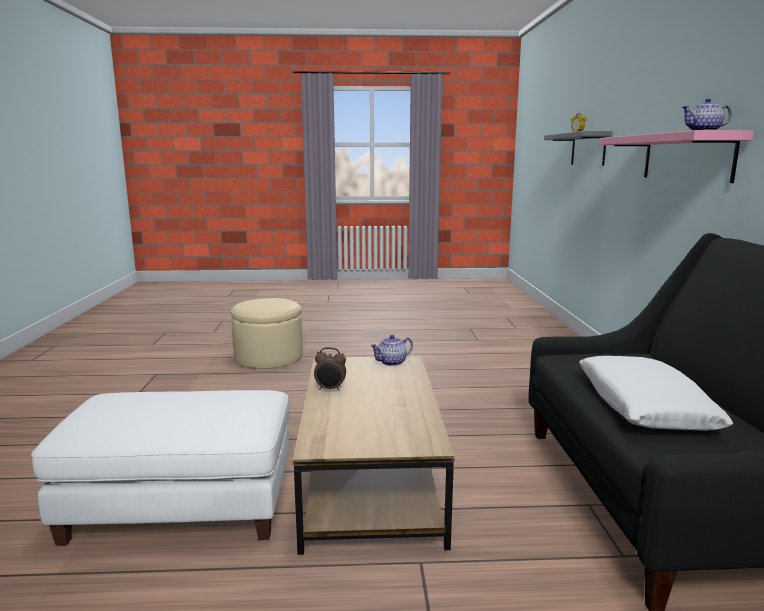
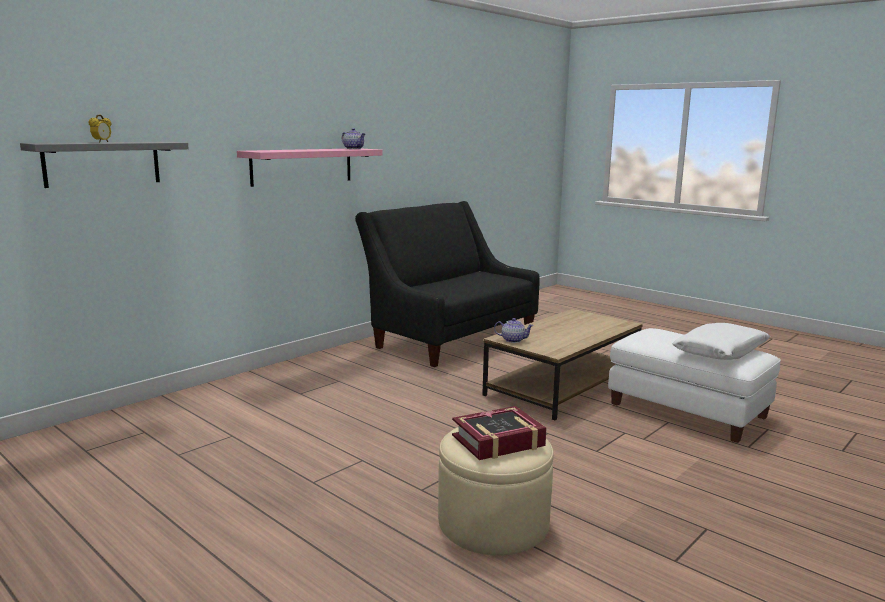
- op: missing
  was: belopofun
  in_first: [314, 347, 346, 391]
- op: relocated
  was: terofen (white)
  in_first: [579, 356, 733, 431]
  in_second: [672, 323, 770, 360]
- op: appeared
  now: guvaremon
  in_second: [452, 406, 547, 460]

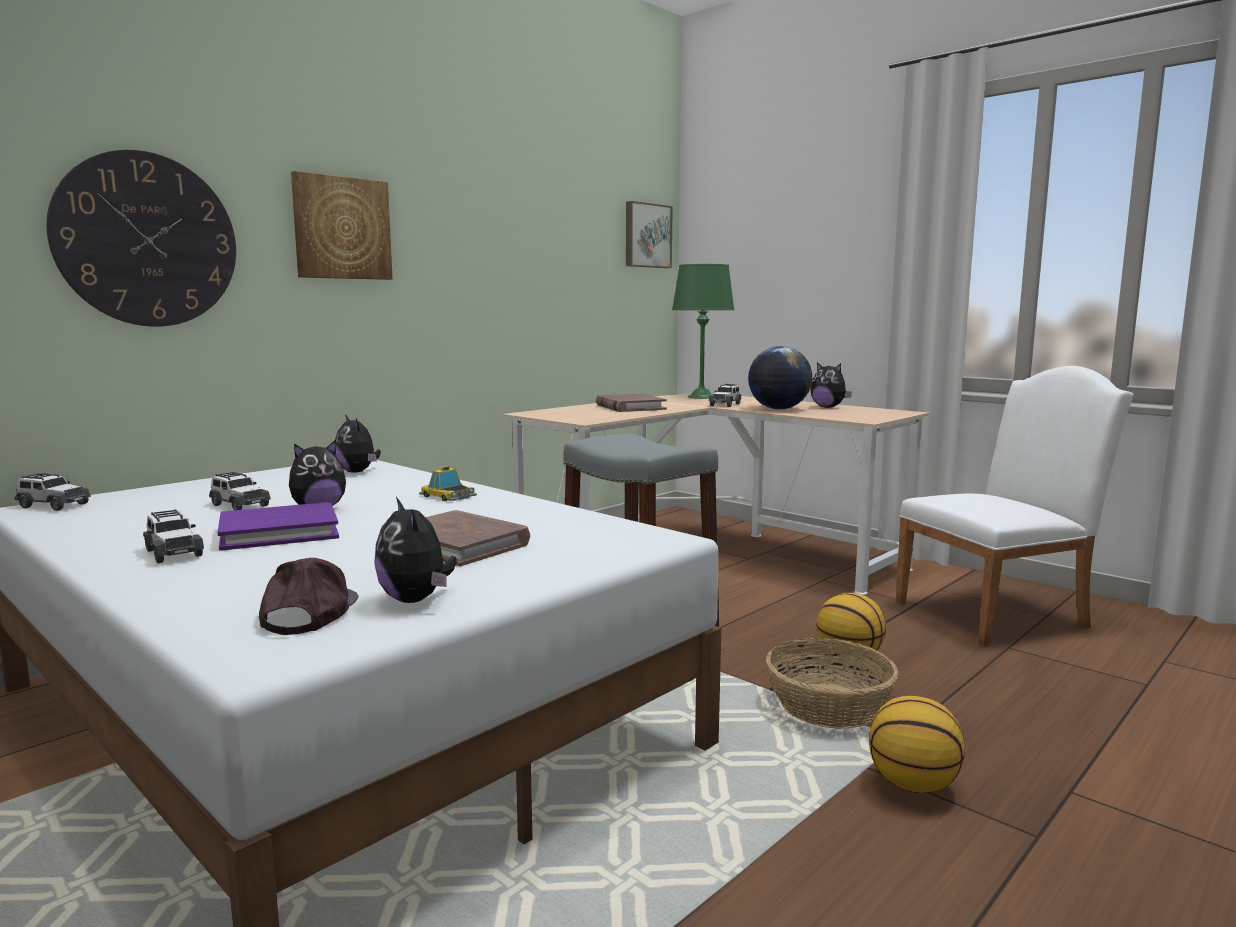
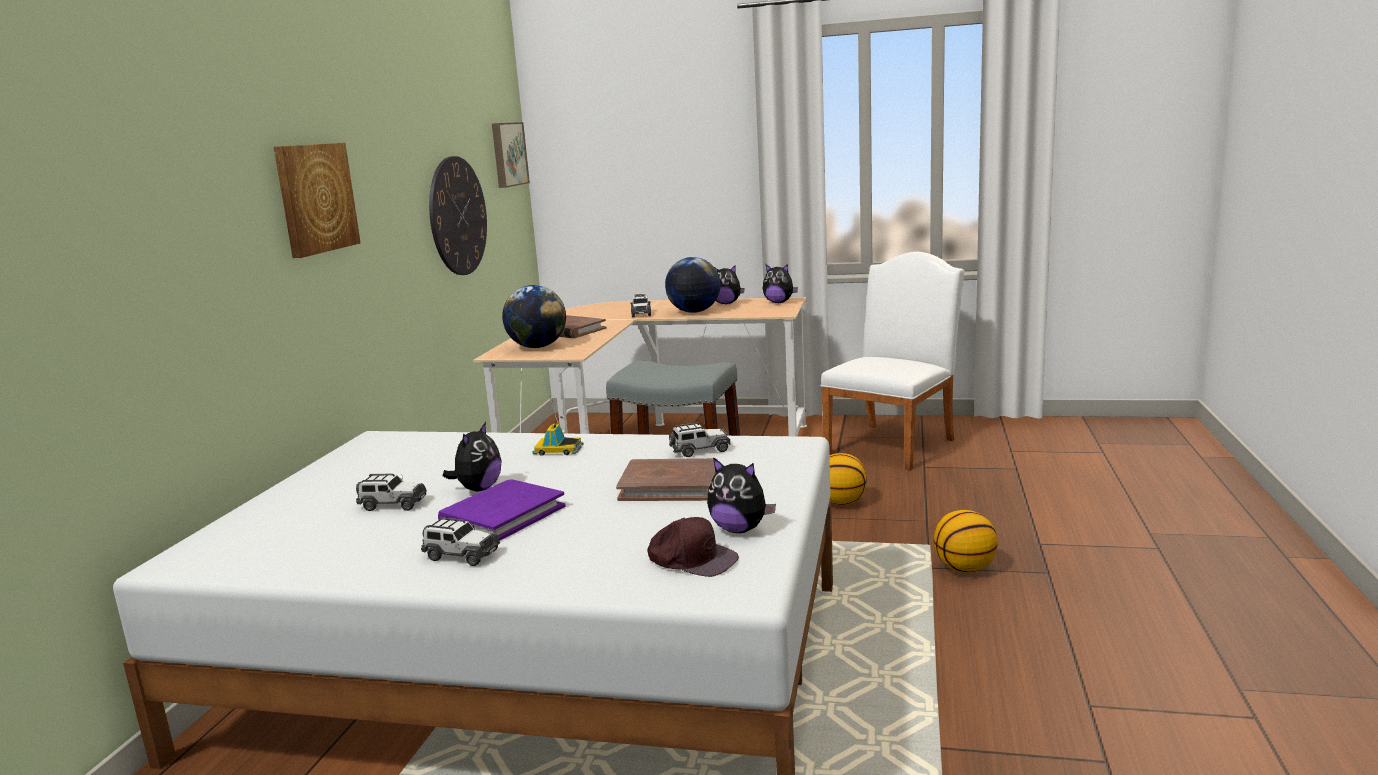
- op: relocated
  was: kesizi
  in_first: [15, 473, 91, 511]
  in_second: [669, 422, 731, 457]
- op: relocated
  was: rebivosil
  in_first: [46, 150, 236, 327]
  in_second: [429, 156, 487, 275]
- op: spun
  was: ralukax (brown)
  in_first: [259, 558, 358, 635]
  in_second: [647, 517, 739, 577]
  clockwise: 150
- op: relocated
  was: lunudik
  in_first: [335, 415, 381, 473]
  in_second: [763, 264, 798, 303]
- op: missing
  was: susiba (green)
  in_first: [672, 264, 734, 399]
- op: missing
  was: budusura
  in_first: [766, 638, 898, 729]
- op: appeared
  now: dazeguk
  in_second: [502, 285, 566, 348]

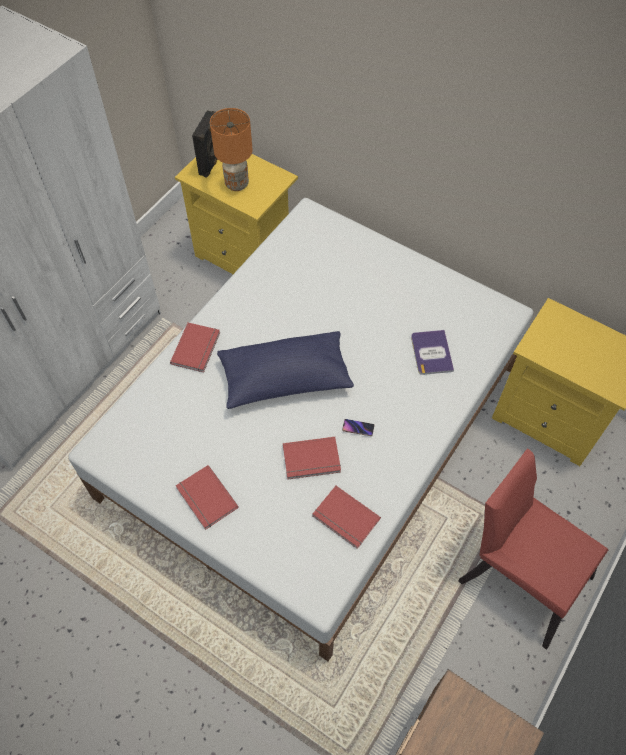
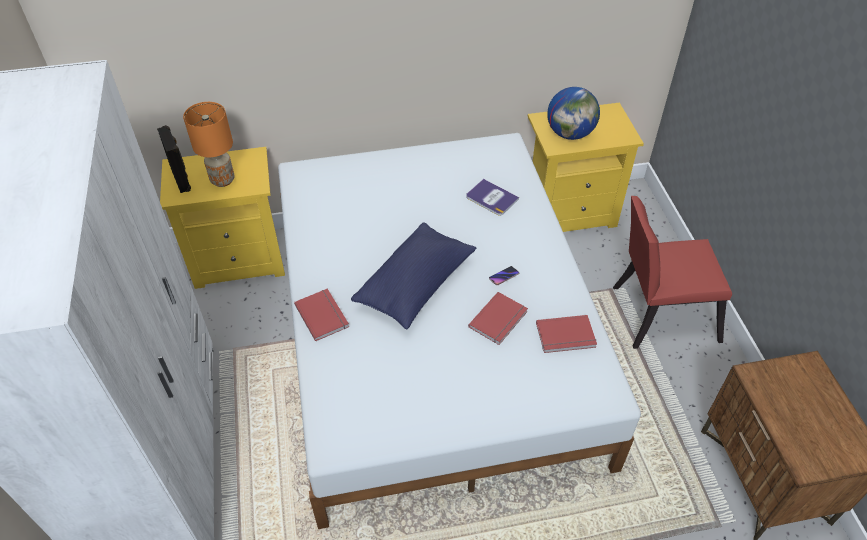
- op: missing
  was: guvaremon (red)
  in_first: [176, 465, 239, 530]
- op: appeared
  now: dazeguk
  in_second: [547, 87, 600, 140]

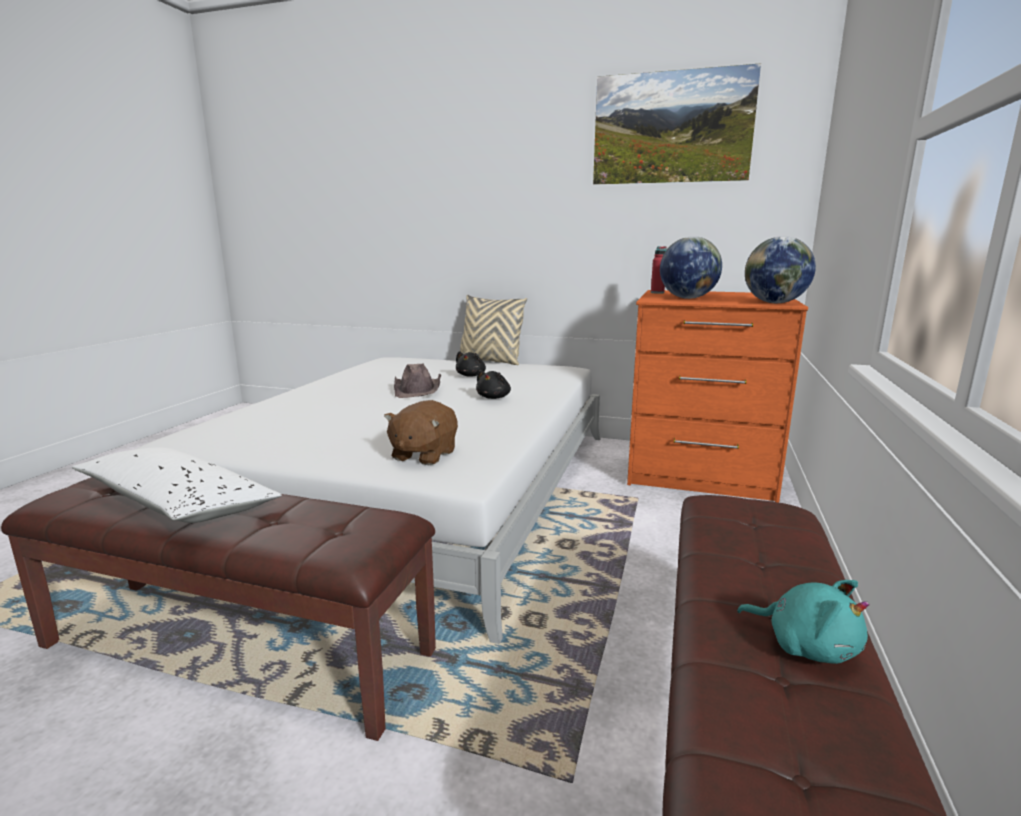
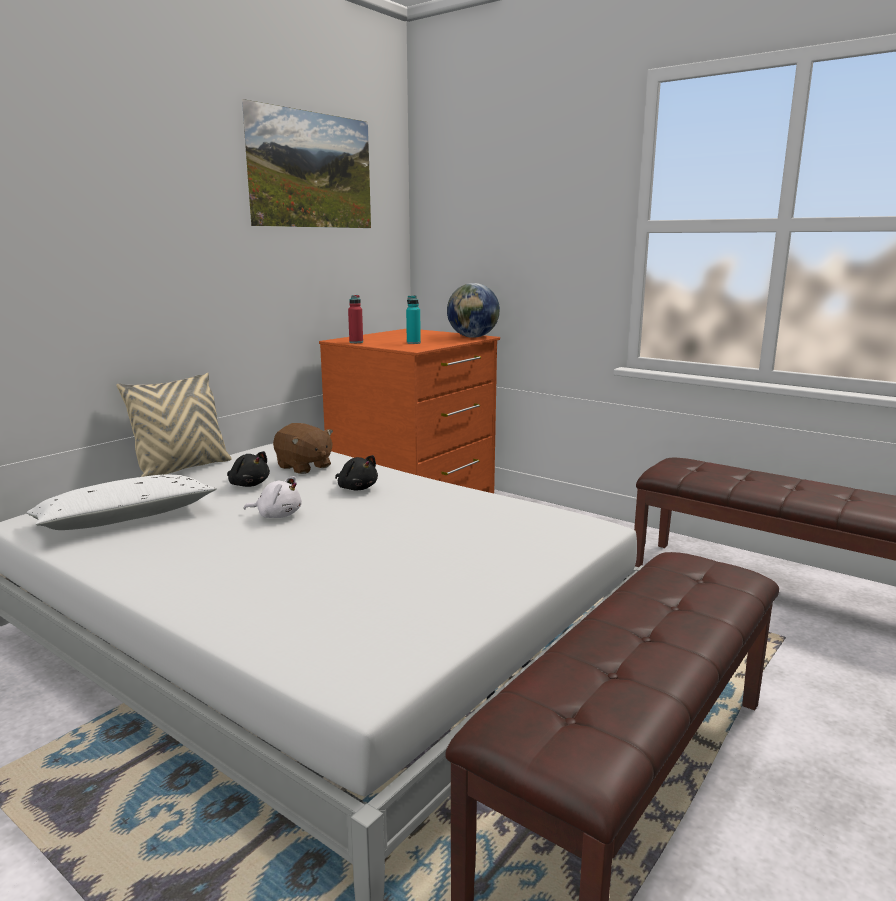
- op: relocated
  was: terofen (white)
  in_first: [72, 447, 282, 523]
  in_second: [26, 475, 216, 530]
- op: relocated
  was: lunudik (brown)
  in_first: [384, 400, 458, 465]
  in_second: [273, 423, 333, 474]
- op: exchanged
  was: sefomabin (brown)
  now: lunudik (white)
  in_first: [394, 363, 441, 398]
  in_second: [244, 476, 302, 518]
- op: exchanged
  was: dazeguk
  now: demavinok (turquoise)
  in_first: [660, 236, 722, 299]
  in_second: [406, 296, 421, 344]
- op: missing
  was: lunudik (turquoise)
  in_first: [737, 580, 870, 664]

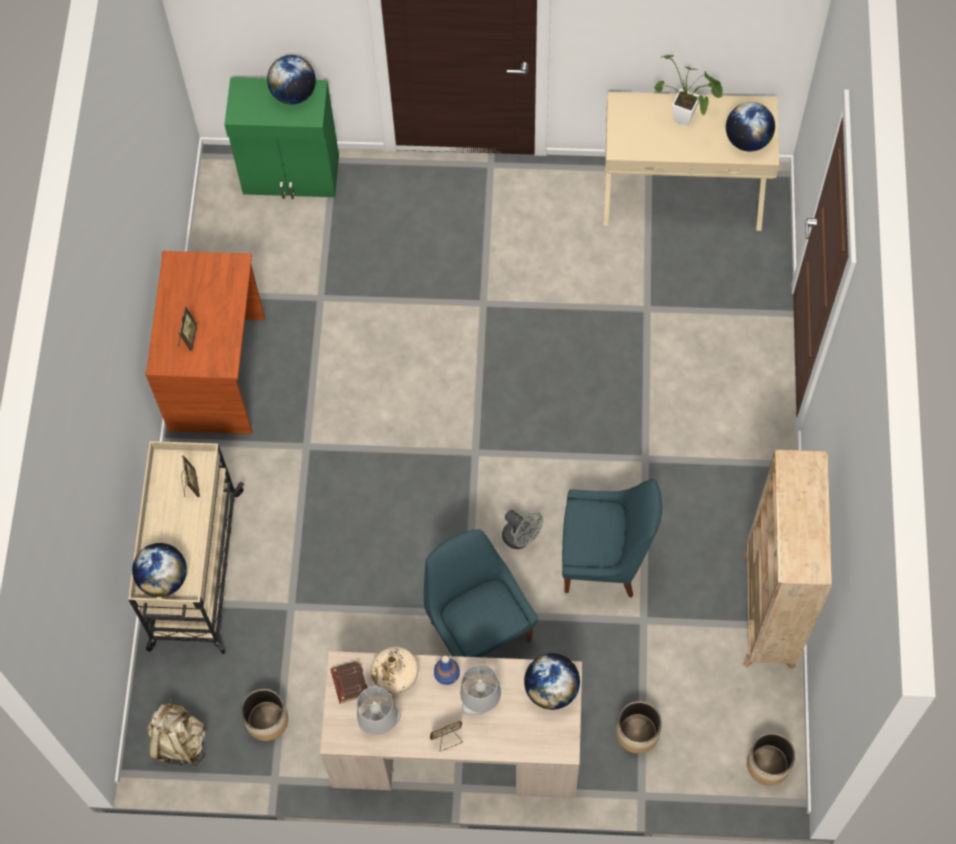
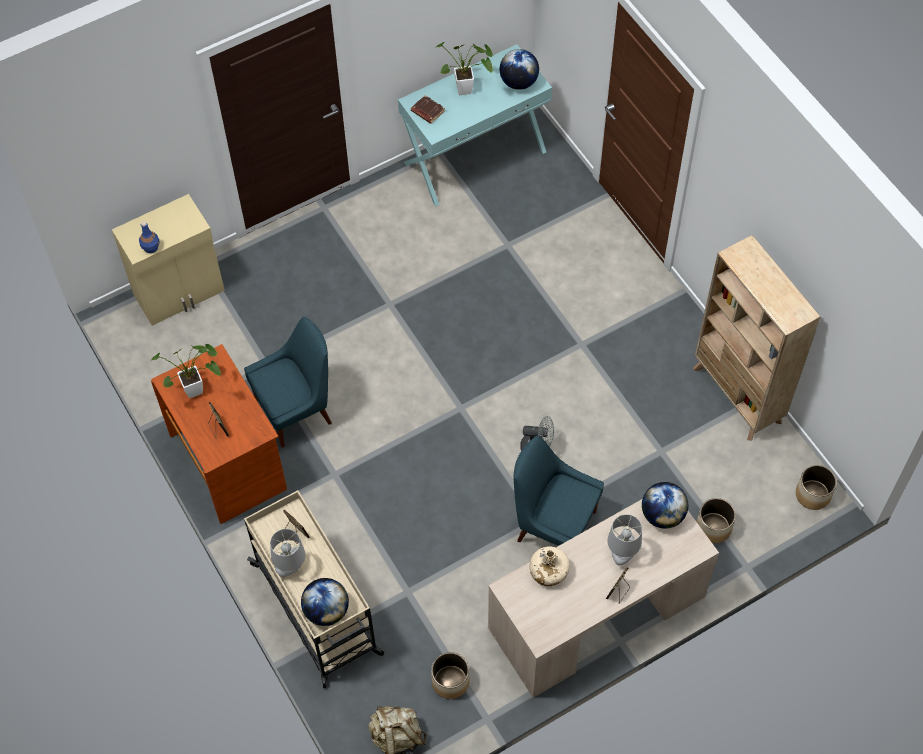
- op: colour
  was: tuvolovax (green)
  now: tuvolovax (beige)
  in_first: [224, 77, 339, 199]
  in_second: [112, 194, 225, 326]
- op: missing
  was: dazeguk
  in_first: [267, 55, 316, 104]
- op: relocated
  was: guvaremon (brown)
  in_first: [330, 660, 368, 704]
  in_second: [411, 95, 445, 124]
- op: relocated
  was: susiba (grey)
  in_first: [357, 686, 401, 735]
  in_second: [270, 529, 305, 577]
- op: relocated
  was: demavinok (blue)
  in_first: [434, 655, 460, 685]
  in_second: [139, 221, 160, 253]
- op: relocated
  was: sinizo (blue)
  in_first: [562, 479, 662, 598]
  in_second: [244, 317, 332, 448]
- op: colour
  was: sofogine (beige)
  now: sofogine (turquoise)
  in_first: [603, 92, 779, 231]
  in_second: [398, 44, 552, 206]
- op: appeared
  now: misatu
  in_second: [150, 344, 221, 398]

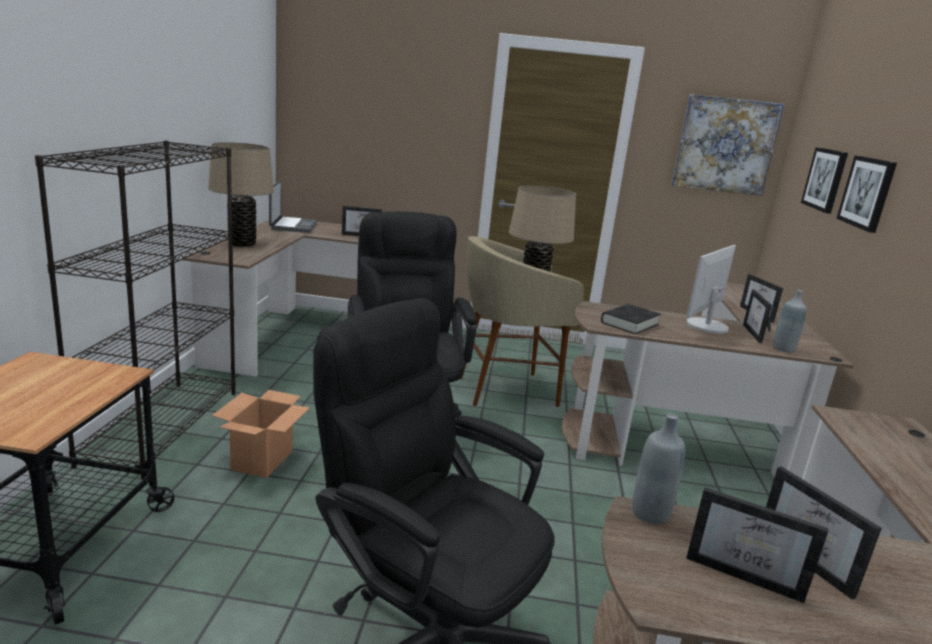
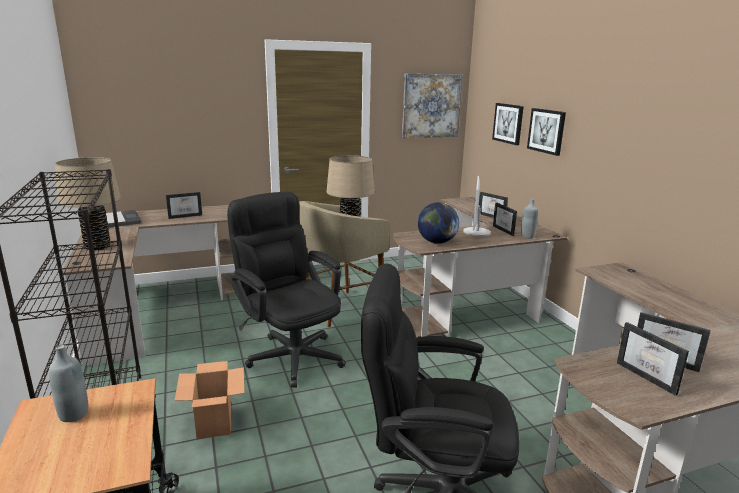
- op: exchanged
  was: guvaremon (black)
  now: dazeguk
  in_first: [601, 304, 661, 334]
  in_second: [418, 202, 459, 244]
- op: relocated
  was: demavinok (grey)
  in_first: [632, 414, 685, 524]
  in_second: [49, 345, 88, 422]
- op: spun
  was: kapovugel
  in_first: [686, 487, 828, 603]
  in_second: [617, 322, 689, 396]
  clockwise: 60

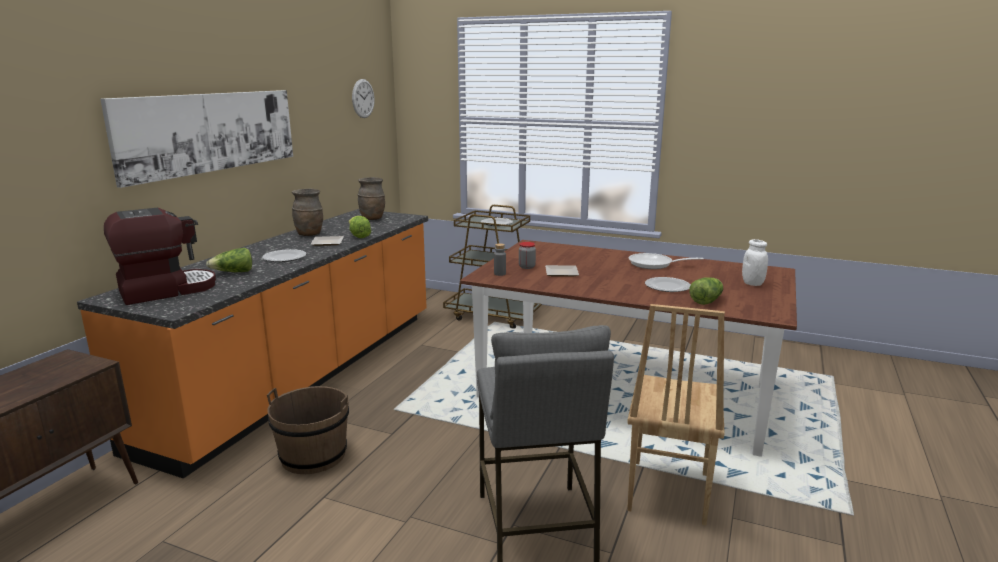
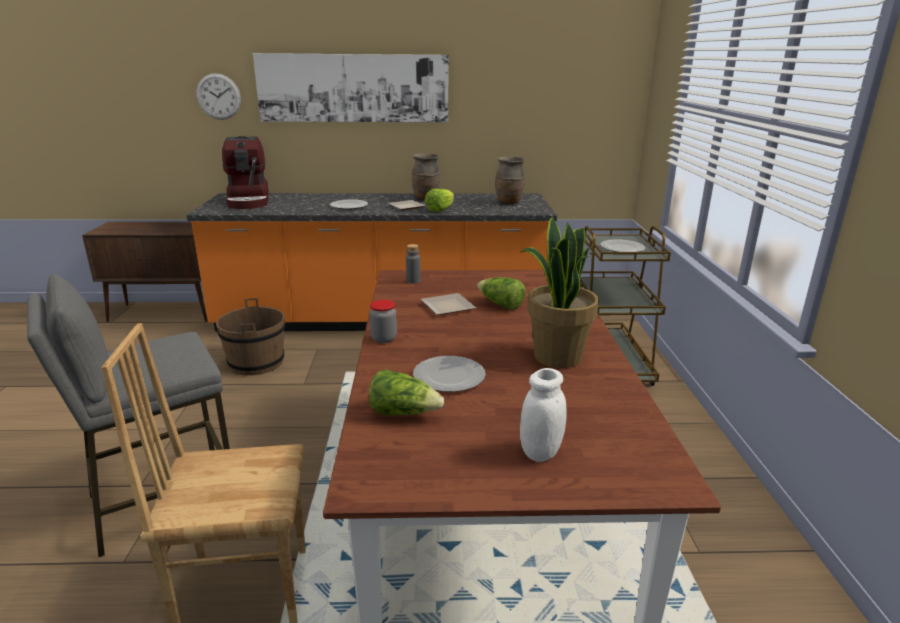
- op: spun
  was: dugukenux
  in_first: [104, 208, 216, 305]
  in_second: [222, 136, 269, 209]
  clockwise: 45
- op: relocated
  was: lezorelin
  in_first: [206, 248, 252, 272]
  in_second: [477, 277, 526, 310]
- op: relocated
  was: rebivosil
  in_first: [352, 79, 375, 118]
  in_second: [196, 73, 241, 120]
- op: relocated
  was: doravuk
  in_first: [519, 242, 536, 269]
  in_second: [369, 300, 397, 343]
- op: exchanged
  was: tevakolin
  now: misatu
  in_first: [629, 253, 704, 269]
  in_second: [519, 217, 599, 368]

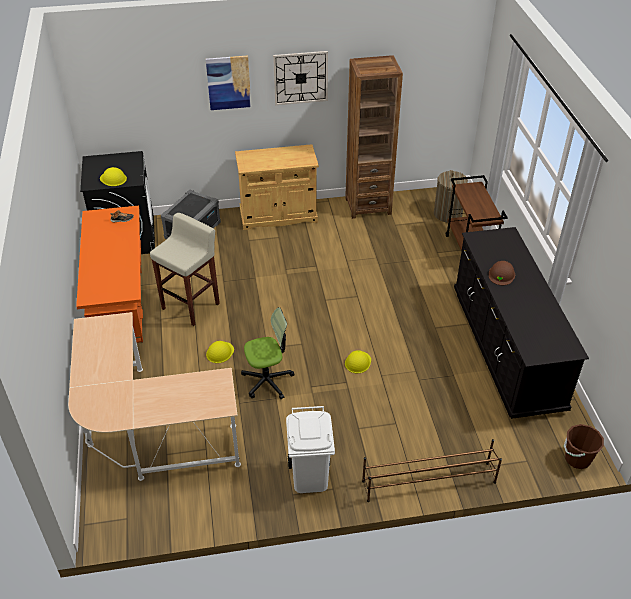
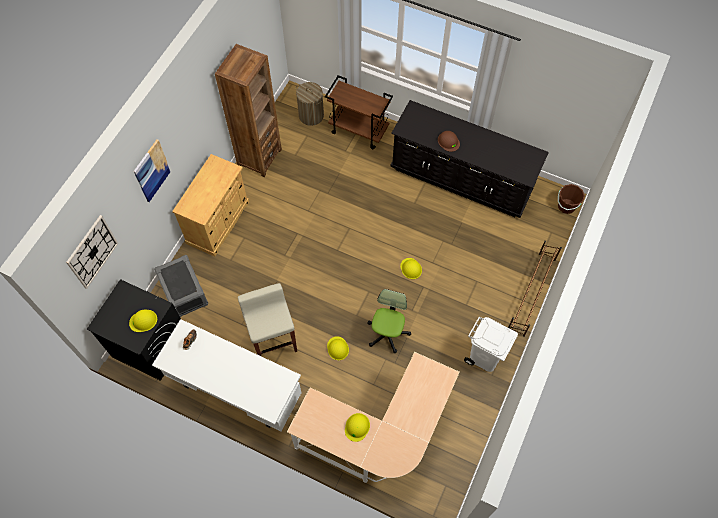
- op: colour
  was: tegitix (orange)
  now: tegitix (white)
  in_first: [76, 206, 143, 343]
  in_second: [152, 319, 302, 431]
- op: relocated
  was: rebivosil
  in_first: [273, 51, 328, 105]
  in_second: [66, 215, 118, 289]
- op: appeared
  now: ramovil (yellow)
  in_second: [345, 413, 370, 442]

